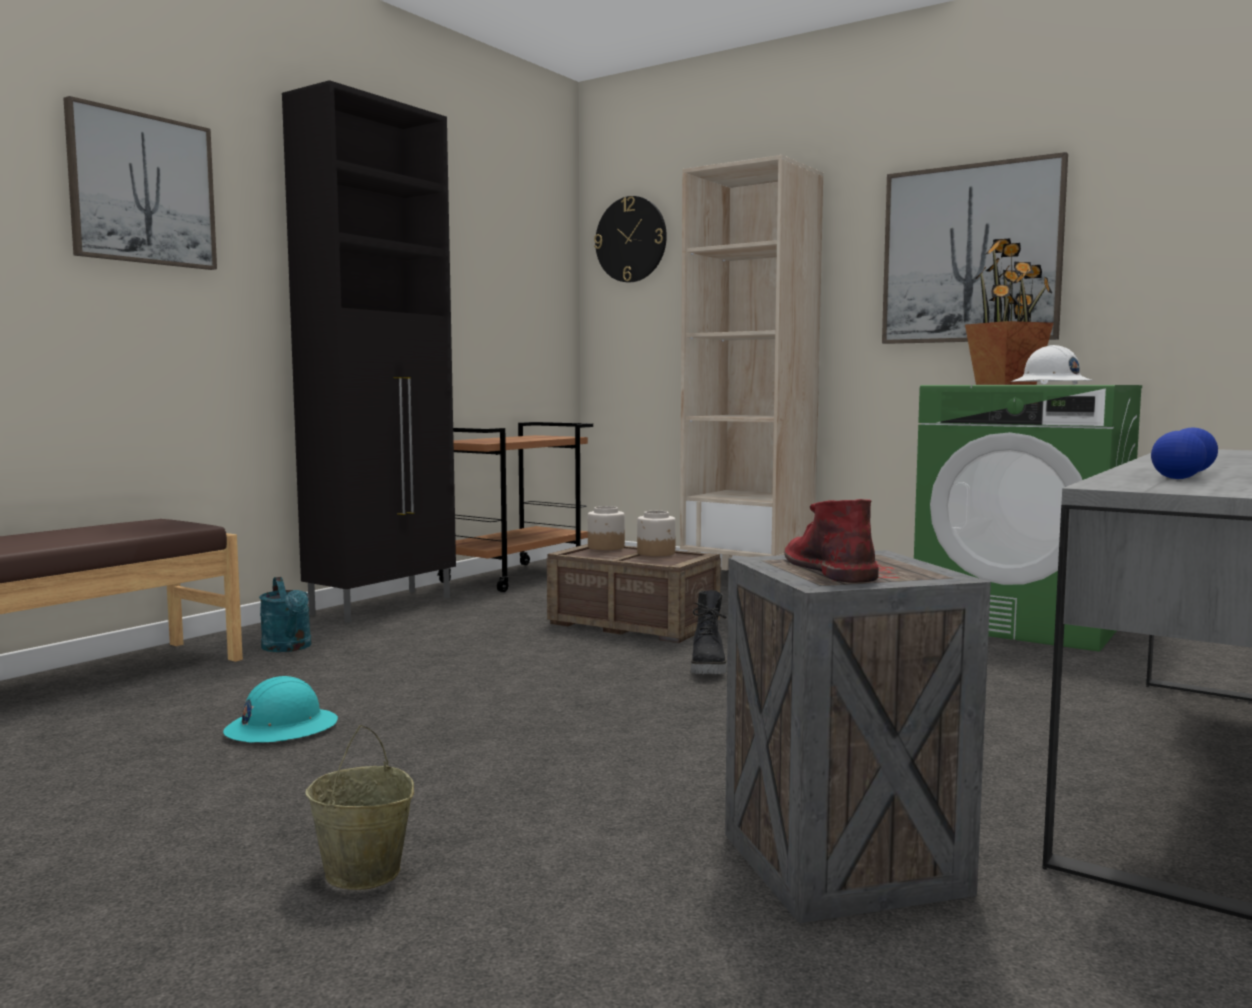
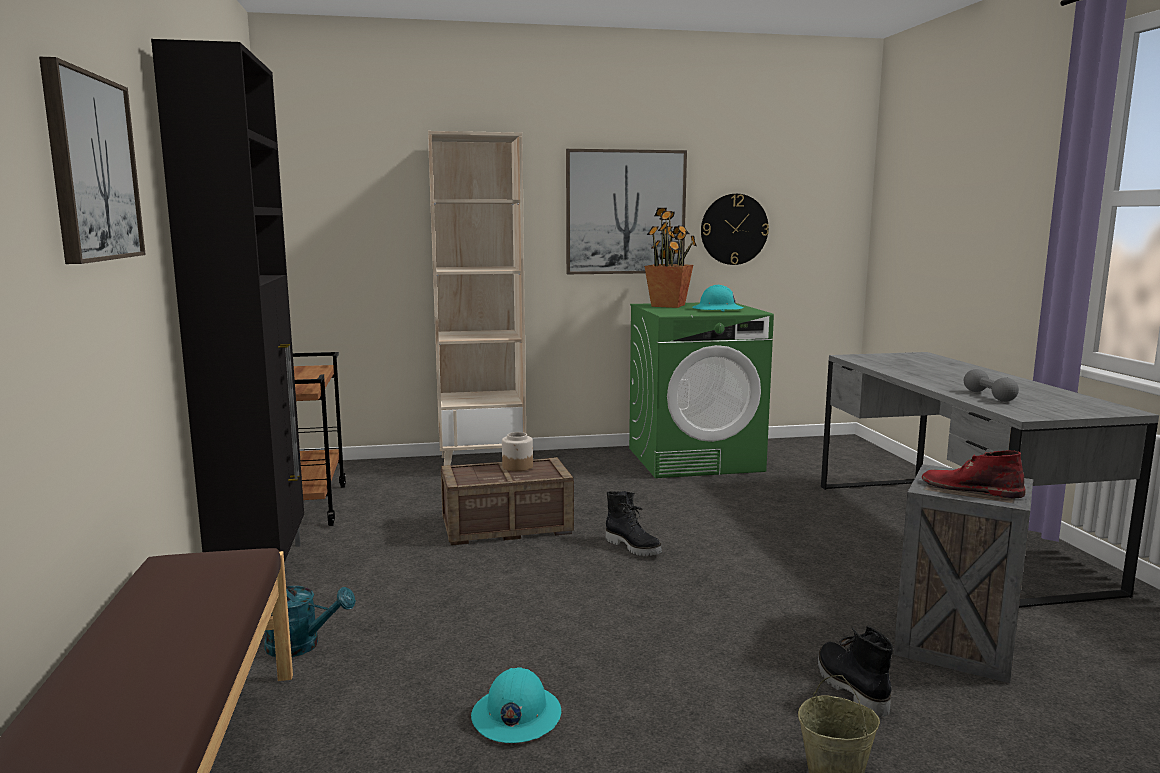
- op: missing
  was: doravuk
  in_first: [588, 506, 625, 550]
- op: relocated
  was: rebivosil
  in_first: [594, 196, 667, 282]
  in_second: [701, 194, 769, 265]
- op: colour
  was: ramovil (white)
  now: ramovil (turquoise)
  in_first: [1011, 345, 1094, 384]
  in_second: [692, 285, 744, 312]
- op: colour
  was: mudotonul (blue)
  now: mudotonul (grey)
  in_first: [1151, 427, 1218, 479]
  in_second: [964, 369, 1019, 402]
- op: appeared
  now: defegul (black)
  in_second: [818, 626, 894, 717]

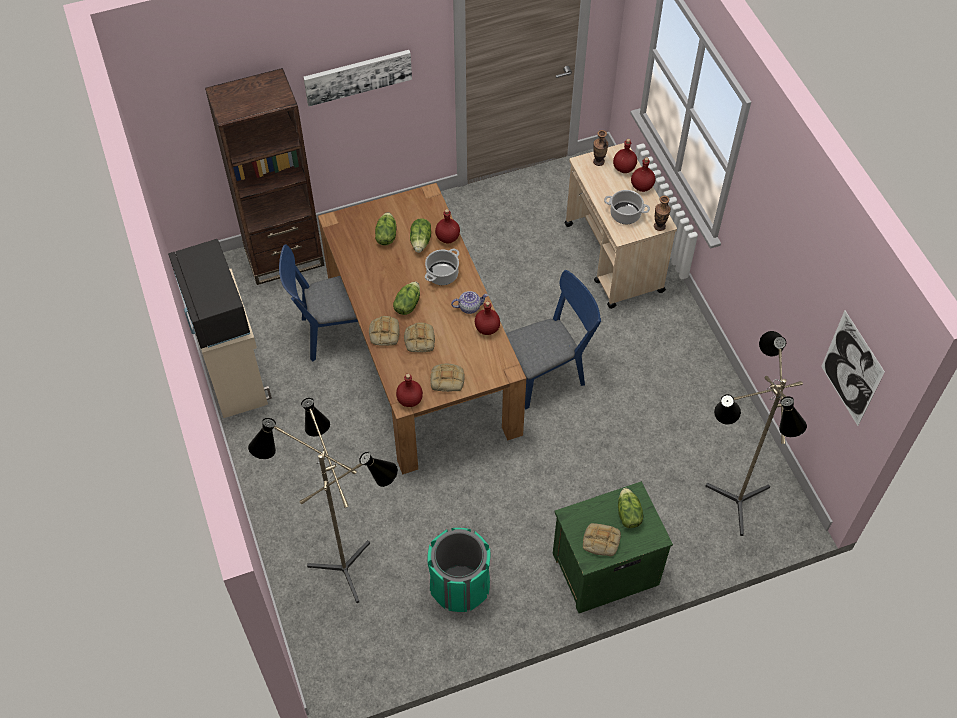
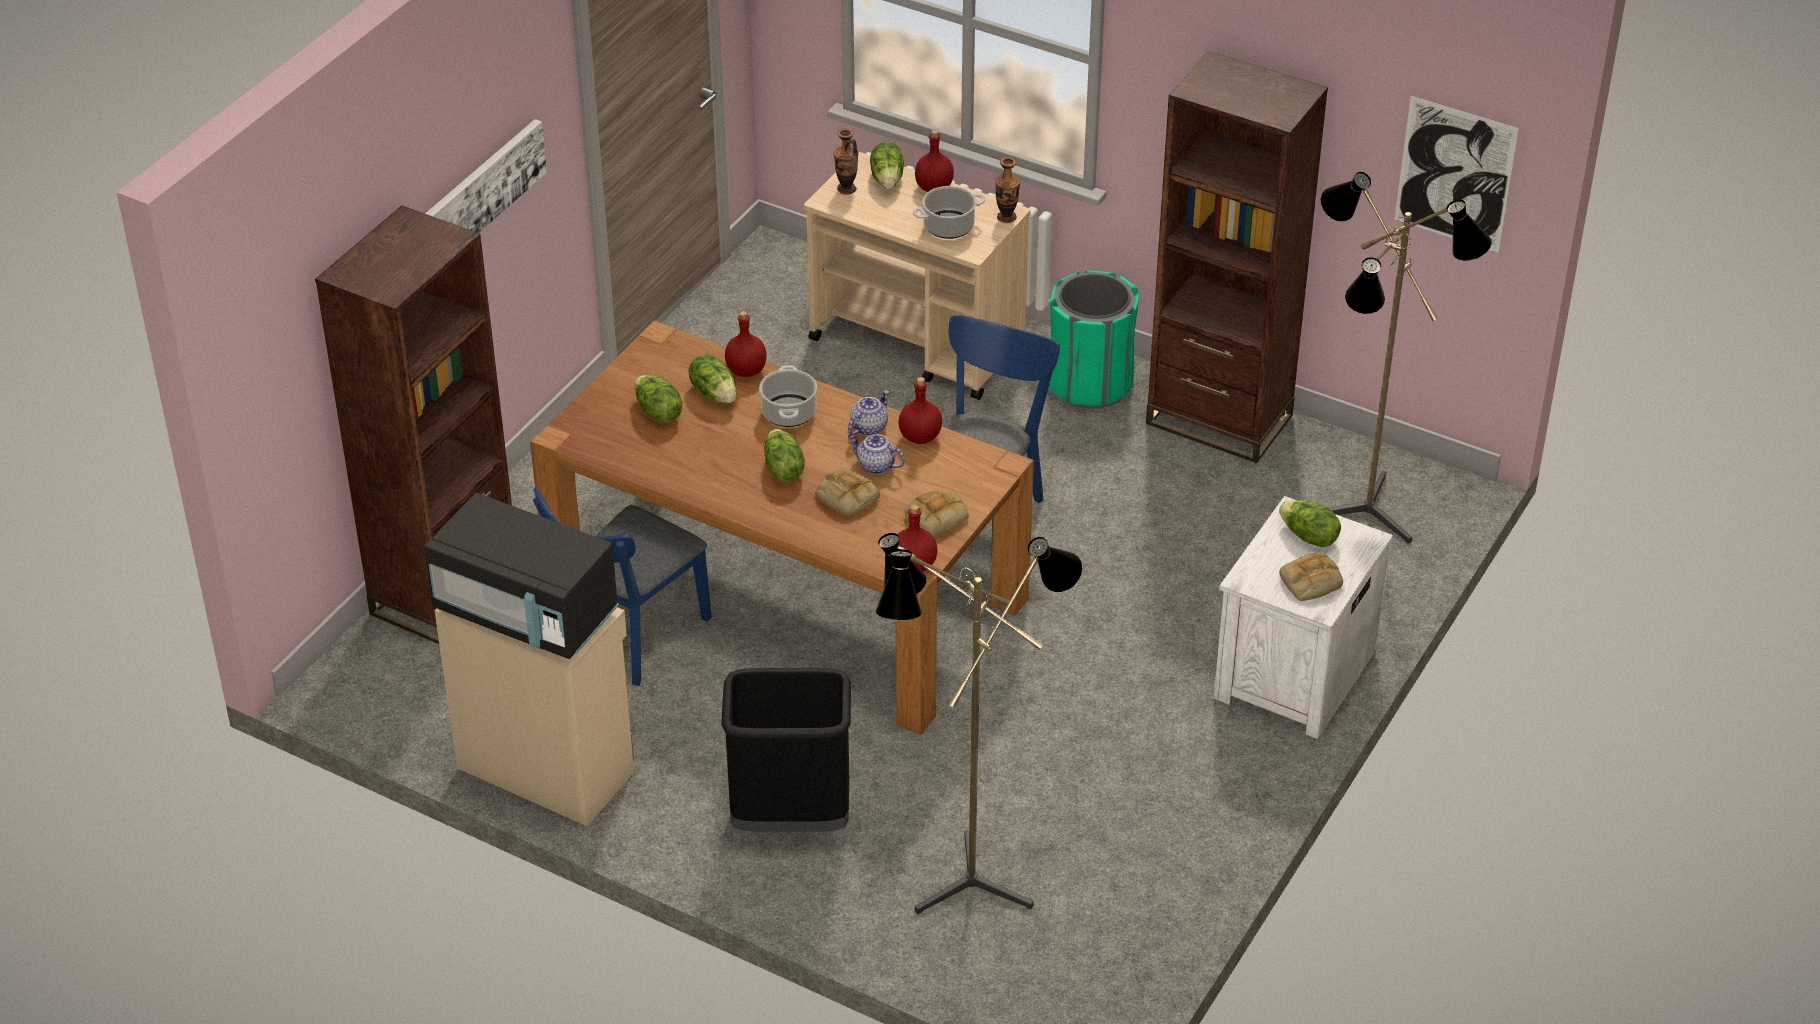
- op: missing
  was: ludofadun
  in_first: [369, 316, 400, 346]
- op: relocated
  was: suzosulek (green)
  in_first: [428, 528, 490, 612]
  in_second: [1049, 270, 1139, 409]
- op: colour
  was: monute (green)
  now: monute (white)
  in_first: [553, 481, 673, 613]
  in_second: [1214, 496, 1393, 739]
- op: exchanged
  was: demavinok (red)
  now: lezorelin
  in_first: [613, 139, 637, 173]
  in_second: [870, 142, 904, 189]
- op: appeared
  now: suzosulek (black)
  in_second: [721, 668, 851, 832]
- op: appeared
  now: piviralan
  in_second: [848, 434, 905, 474]
- op: appeared
  now: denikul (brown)
  in_second: [1146, 51, 1328, 463]

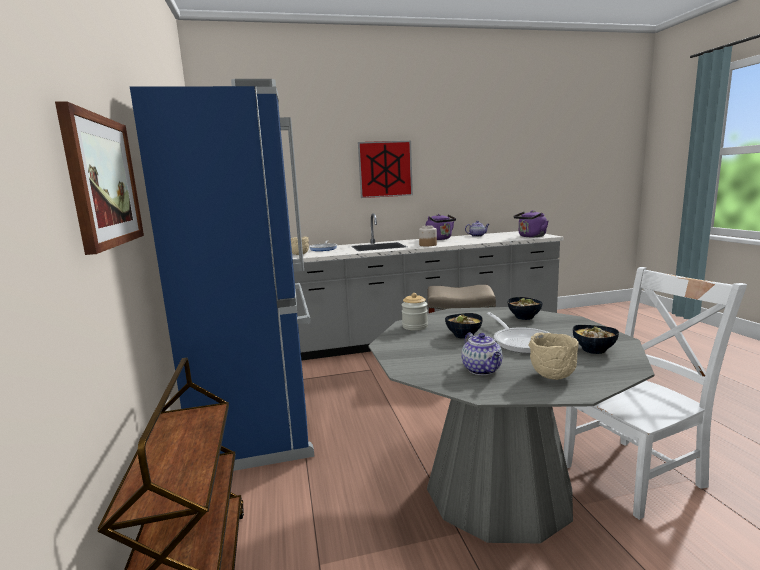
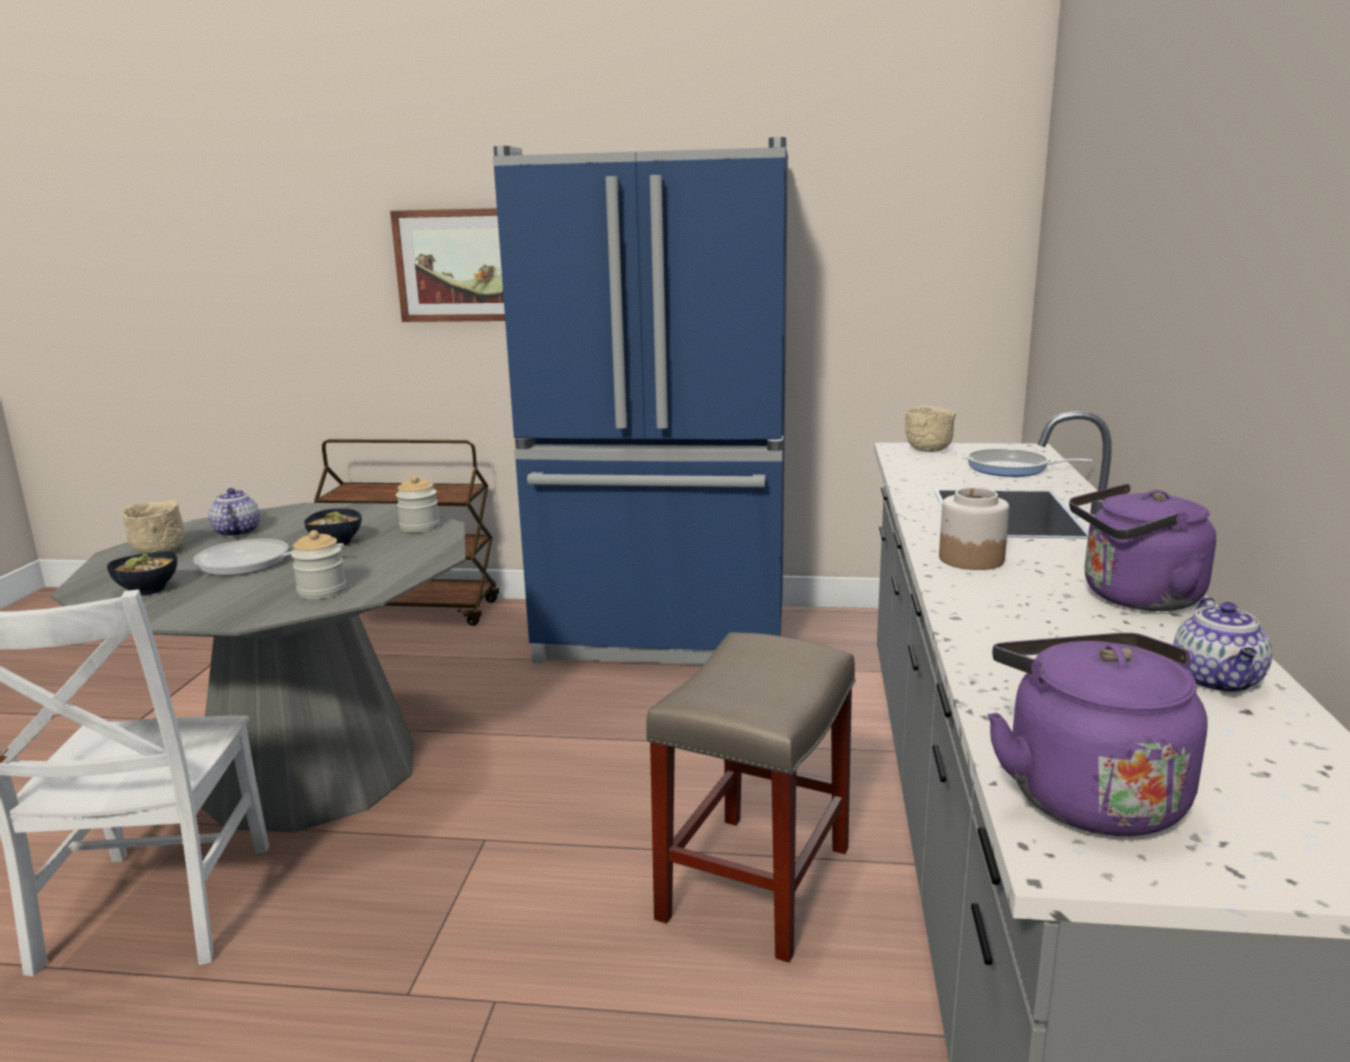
- op: missing
  was: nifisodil
  in_first: [358, 141, 413, 198]
- op: spun
  was: piviralan
  in_first: [461, 332, 502, 375]
  in_second: [209, 488, 260, 537]
  clockwise: 75
- op: exchanged
  was: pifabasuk
  now: doravuk
  in_first: [508, 297, 542, 320]
  in_second: [291, 530, 346, 599]

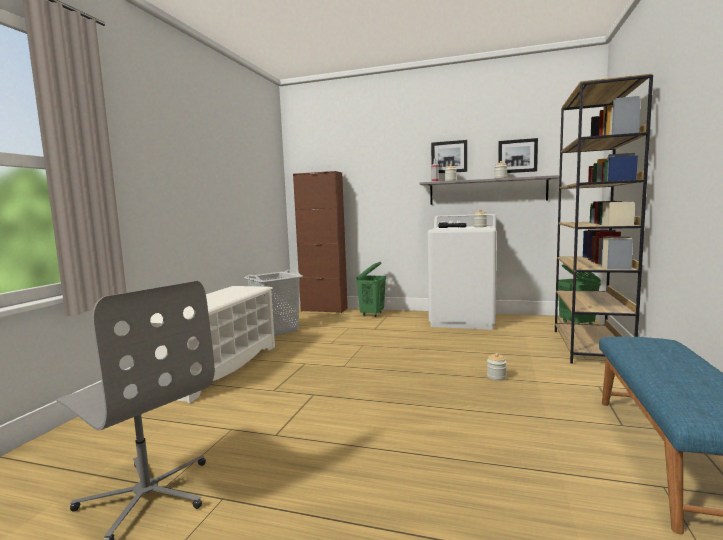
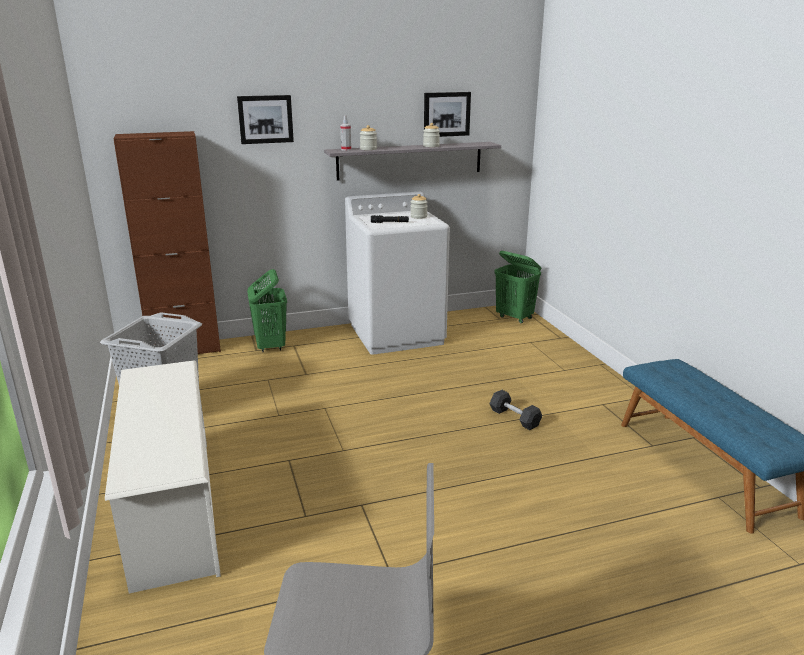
- op: relocated
  was: nifisodil
  in_first: [431, 140, 467, 173]
  in_second: [237, 95, 294, 144]
- op: exchanged
  was: doravuk
  now: mudotonul (grey)
  in_first: [487, 353, 506, 381]
  in_second: [489, 390, 542, 430]
- op: missing
  was: denikul (brown)
  in_first: [555, 74, 653, 364]

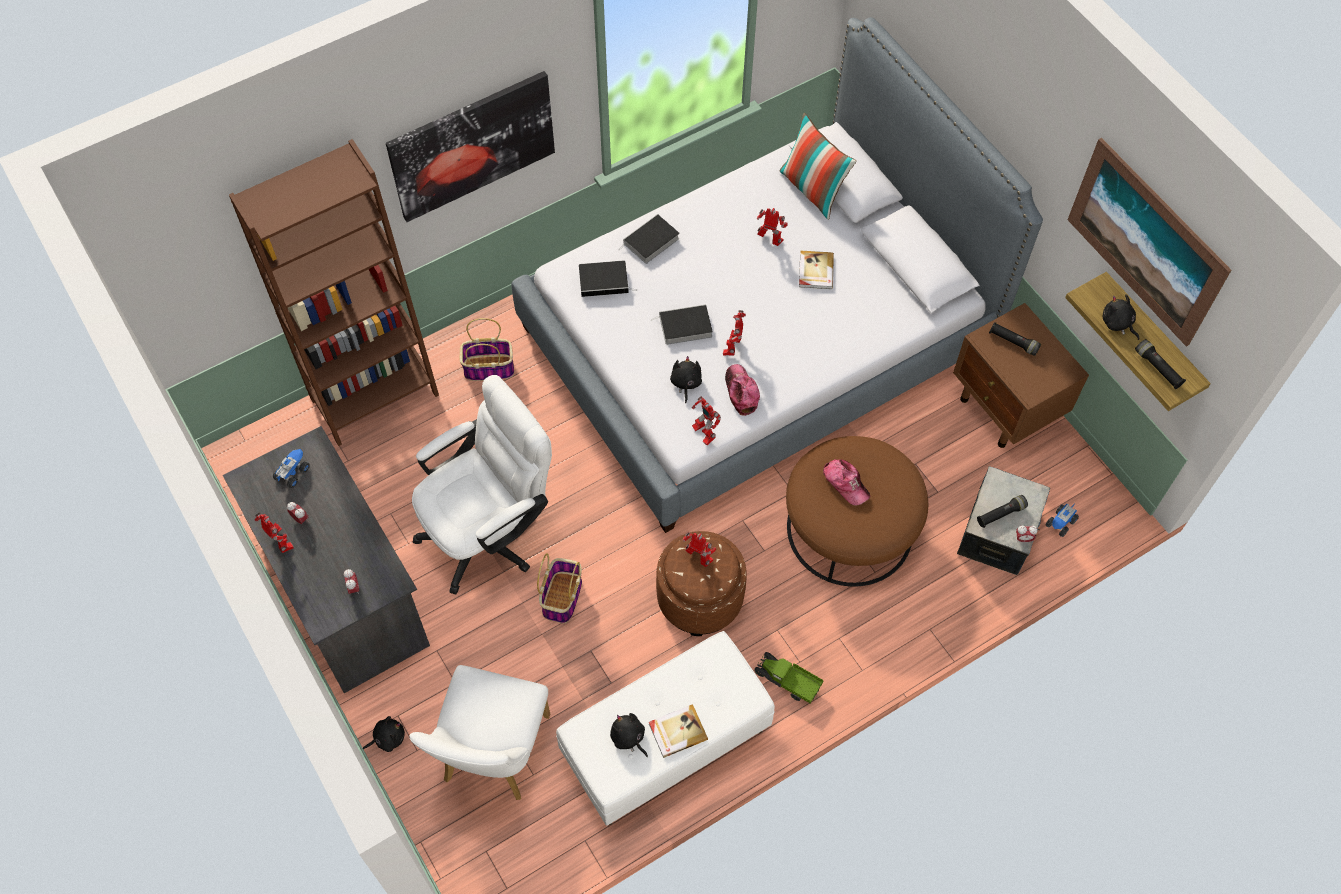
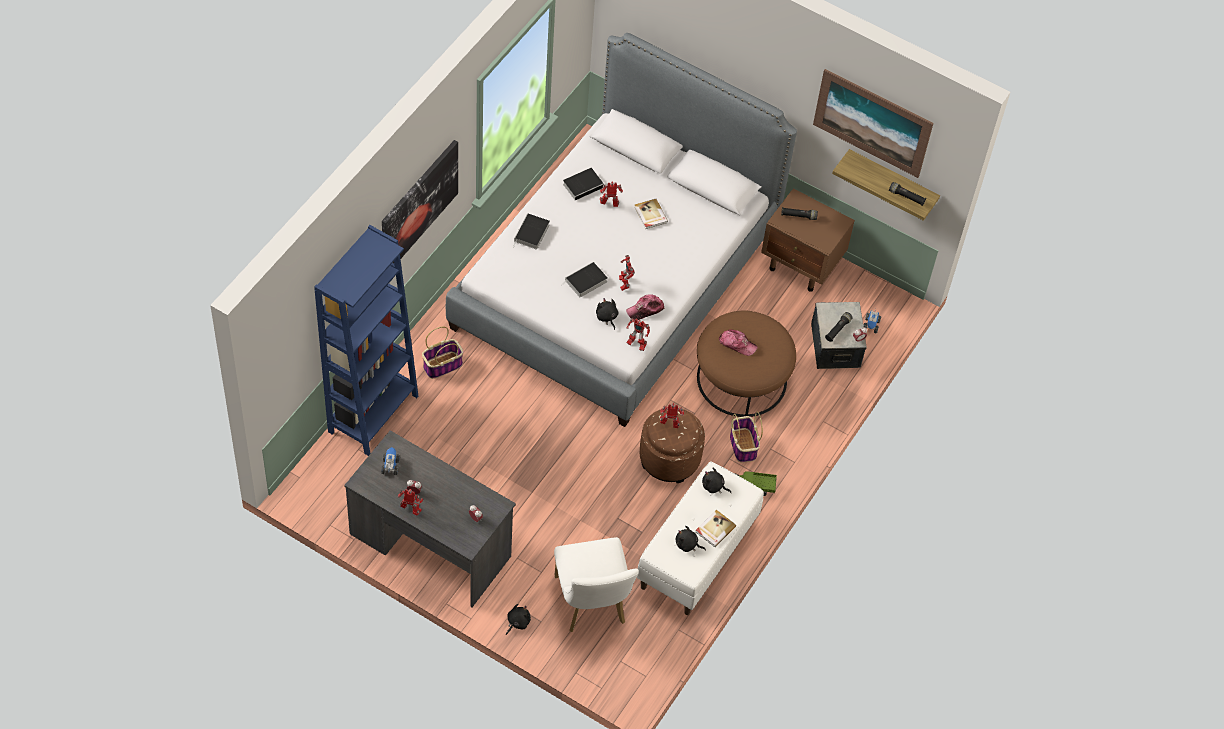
- op: colour
  was: denikul (brown)
  now: denikul (blue)
  in_first: [229, 139, 439, 446]
  in_second: [314, 225, 418, 456]
- op: missing
  was: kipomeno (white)
  in_first: [412, 375, 552, 595]
- op: relocated
  was: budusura
  in_first: [537, 553, 582, 623]
  in_second: [730, 411, 763, 462]
- op: relocated
  was: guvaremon
  in_first: [579, 260, 632, 297]
  in_second: [563, 168, 608, 200]
- op: spun
  was: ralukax
  in_first: [725, 364, 760, 416]
  in_second: [626, 294, 664, 320]
  clockwise: -75
- op: missing
  was: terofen
  in_first: [779, 113, 857, 220]
- op: relocated
  was: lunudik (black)
  in_first: [1103, 294, 1139, 340]
  in_second: [702, 468, 731, 493]

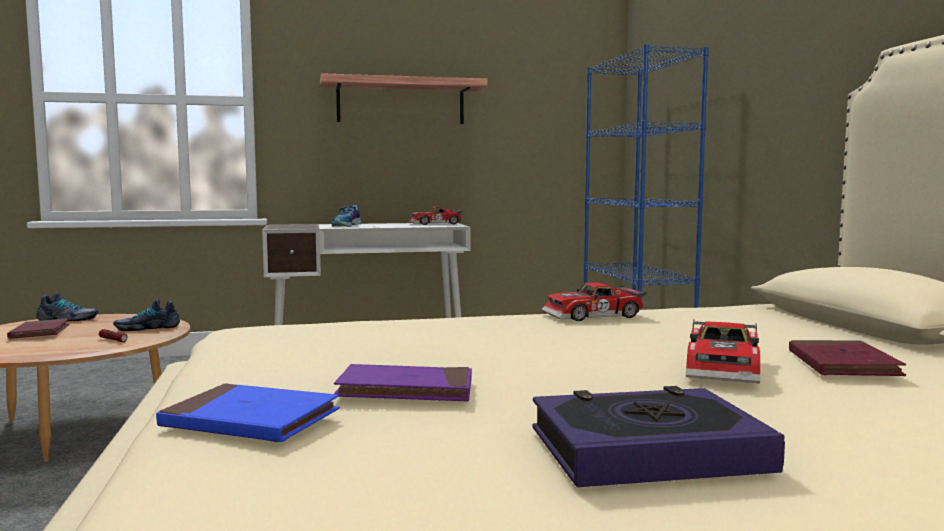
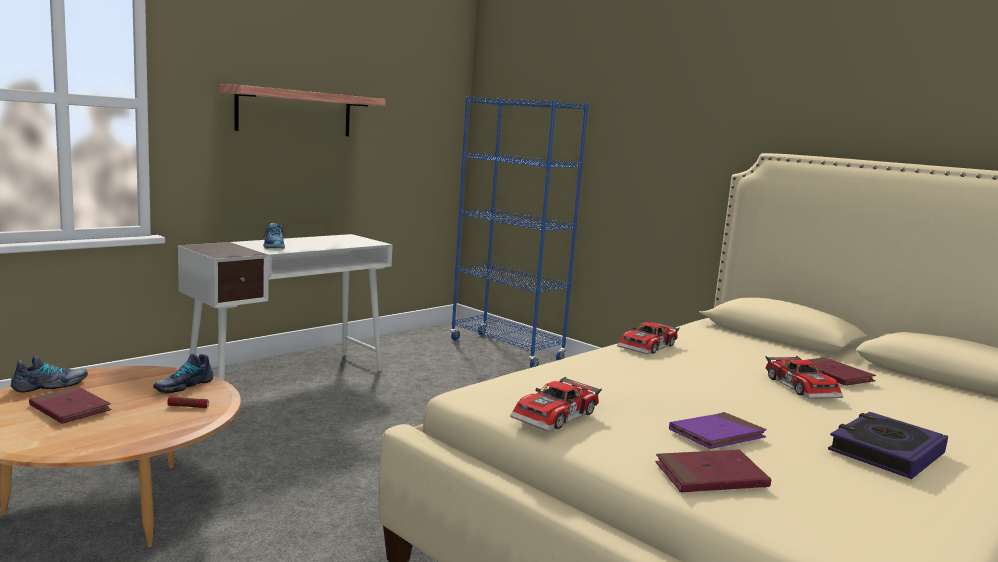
- op: colour
  was: guvaremon (blue)
  now: guvaremon (red)
  in_first: [156, 383, 340, 442]
  in_second: [655, 449, 771, 492]
- op: relocated
  was: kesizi
  in_first: [409, 207, 463, 225]
  in_second: [510, 377, 602, 432]

